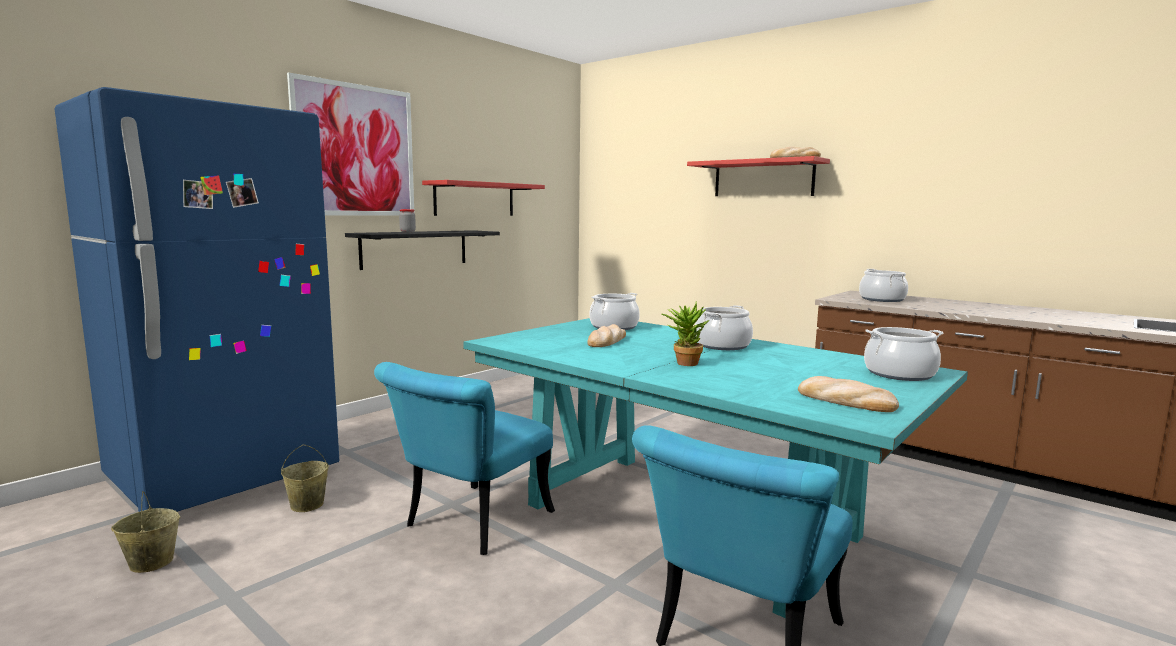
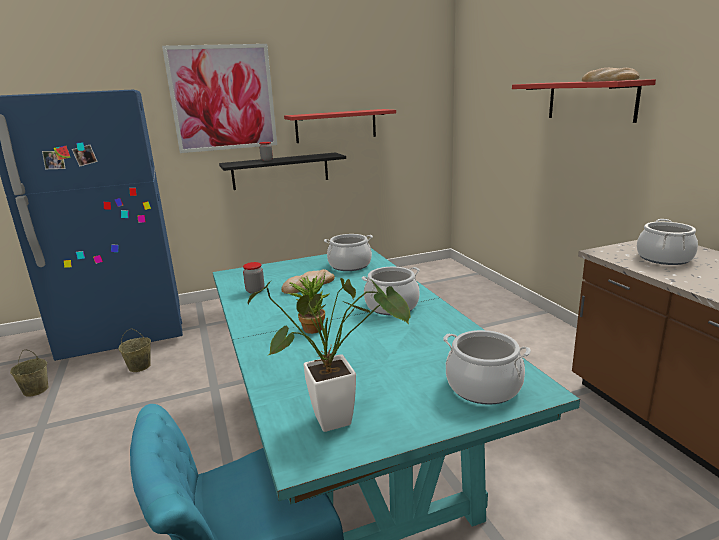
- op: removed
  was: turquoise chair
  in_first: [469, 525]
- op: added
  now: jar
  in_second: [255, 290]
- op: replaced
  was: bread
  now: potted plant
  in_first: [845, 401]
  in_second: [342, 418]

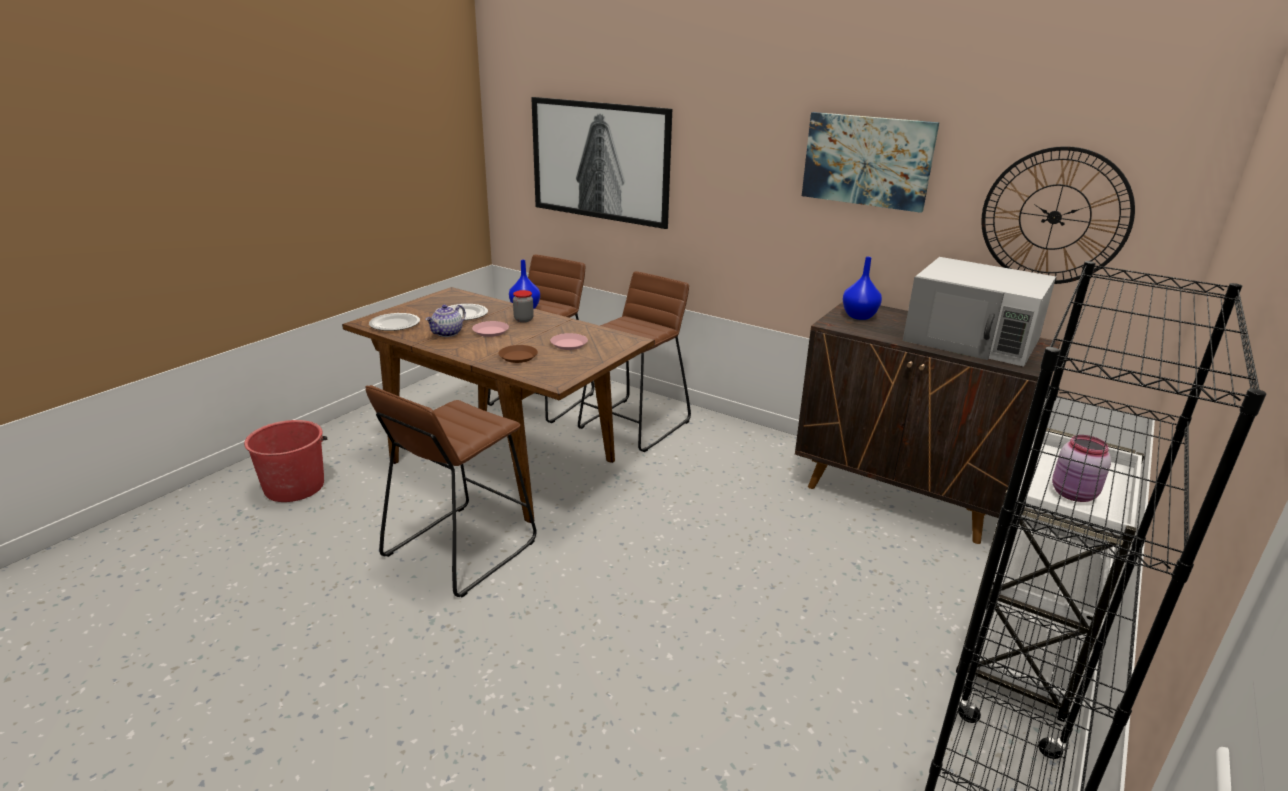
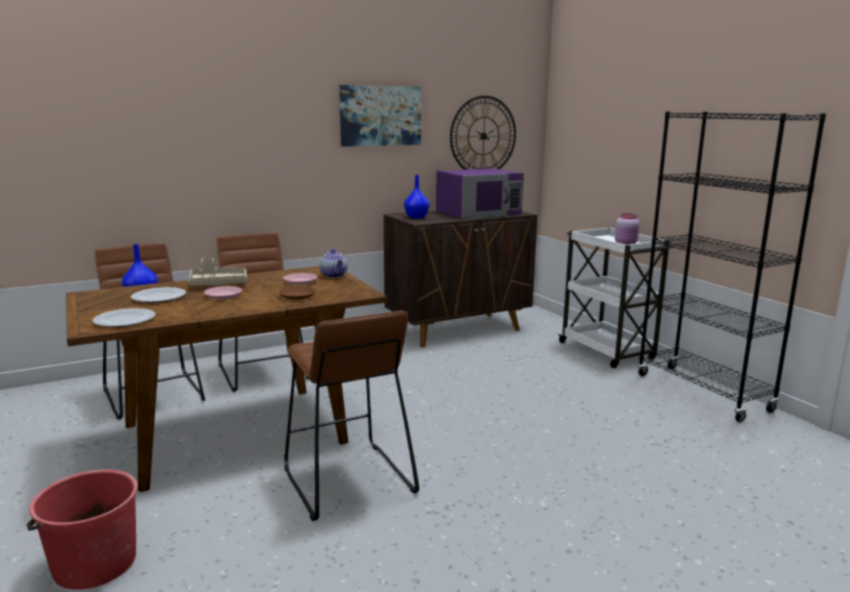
- op: removed
  was: picture
  in_first: [601, 161]
- op: moved
  was: teapot
  in_first: [448, 333]
  in_second: [334, 275]
- op: replaced
  was: jar
  now: beige tray
  in_first: [523, 320]
  in_second: [218, 284]
- op: recoloured
  was: white microwave
  now: purple microwave
  in_first: [972, 340]
  in_second: [479, 212]

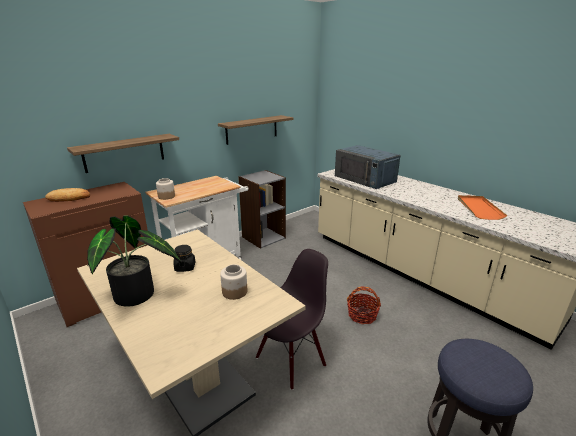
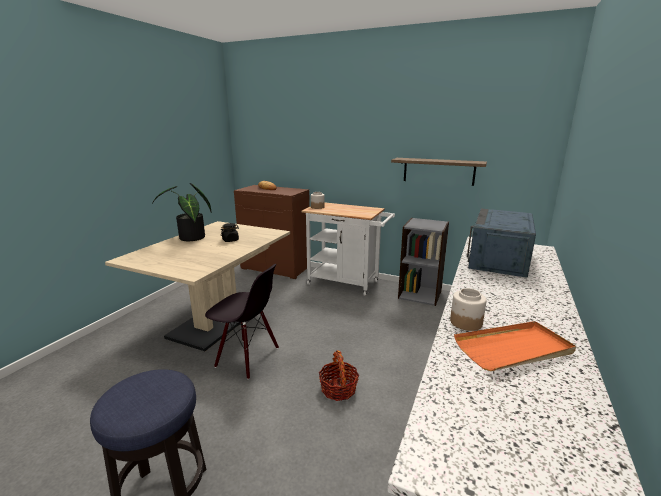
- op: removed
  was: shelf
  in_first: [124, 152]
- op: moved
  was: jar
  in_first: [234, 292]
  in_second: [465, 322]

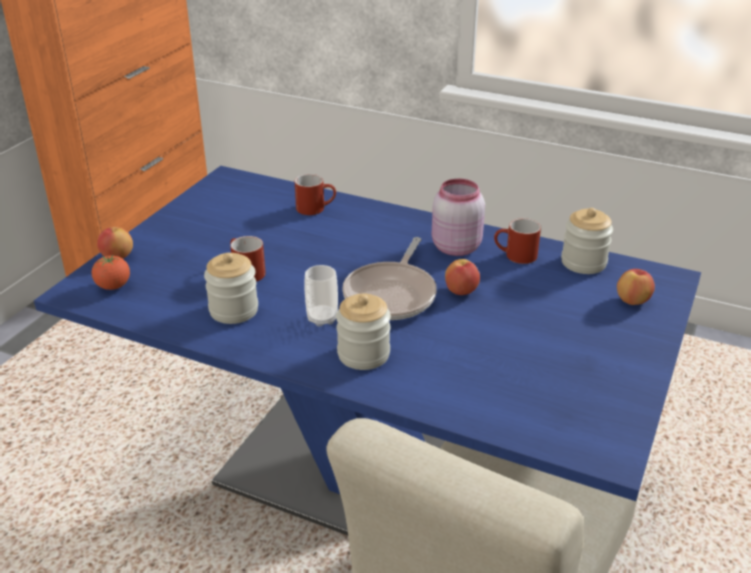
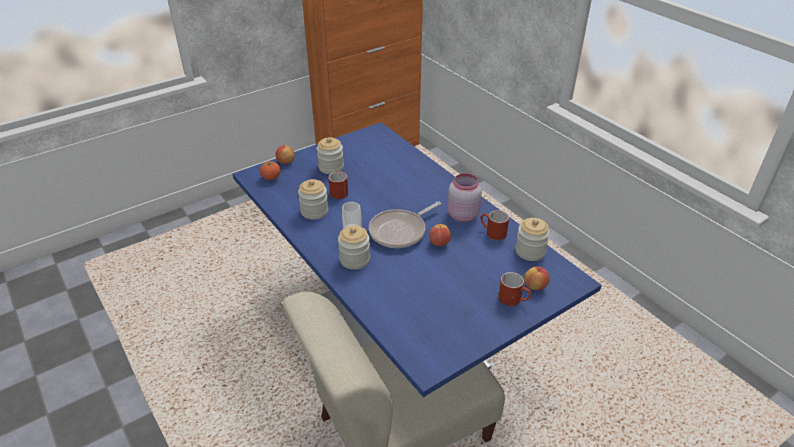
- op: added
  now: jar
  in_second: [331, 167]
- op: moved
  was: red mug
  in_first: [316, 208]
  in_second: [514, 299]

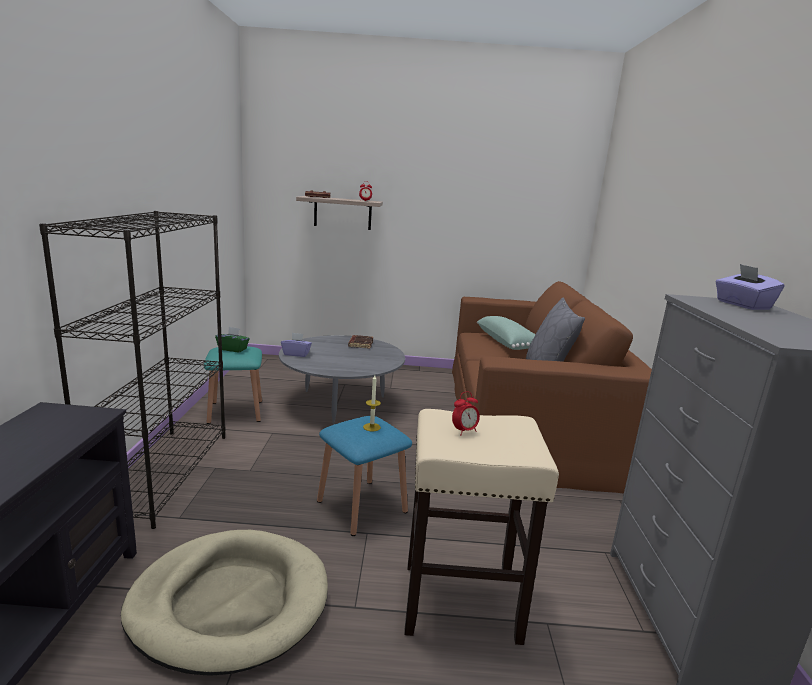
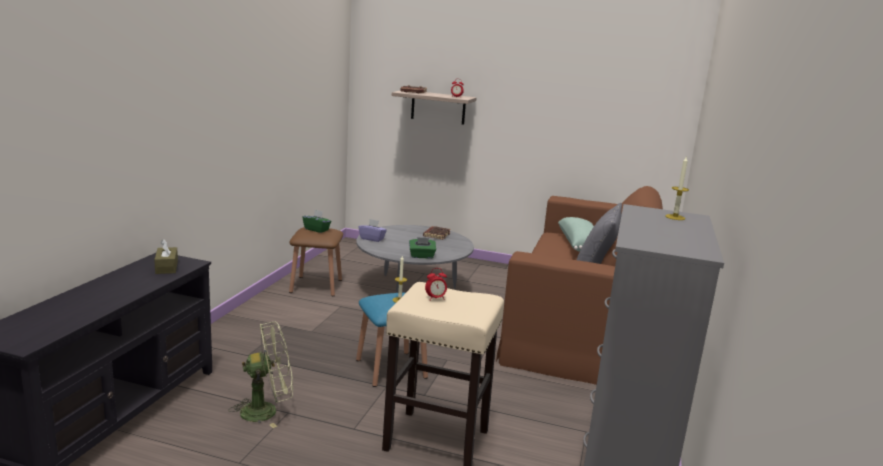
- op: removed
  was: black bookcase
  in_first: [163, 473]
- op: added
  now: brown tissue box
  in_second: [166, 267]
- op: added
  now: green tissue box
  in_second: [422, 256]
- op: replaced
  was: beige dog bed
  now: green fan
  in_first: [230, 602]
  in_second: [267, 410]
- op: replaced
  was: purple tissue box
  now: candle
  in_first: [742, 305]
  in_second: [675, 217]
- op: recoloured
  was: turquoise stool
  now: brown stool
  in_first: [235, 411]
  in_second: [316, 286]

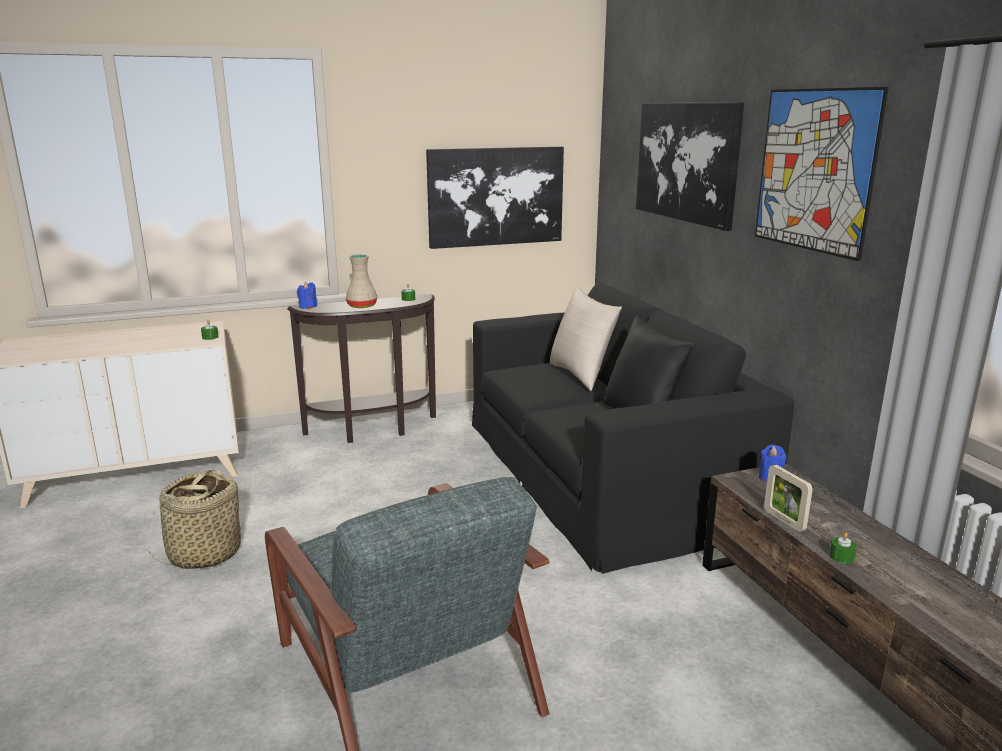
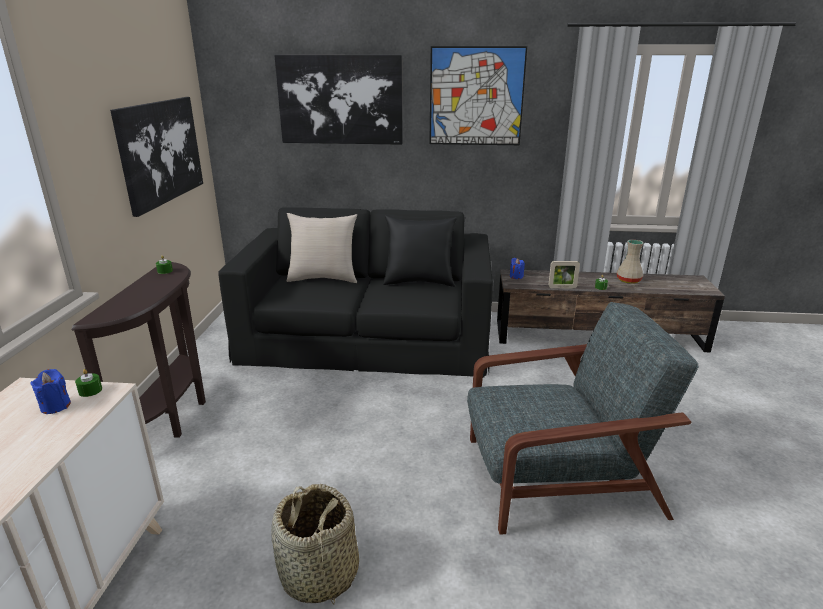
- op: moved
  was: blue candle
  in_first: [308, 306]
  in_second: [55, 406]
- op: moved
  was: beige vase
  in_first: [361, 306]
  in_second: [628, 281]

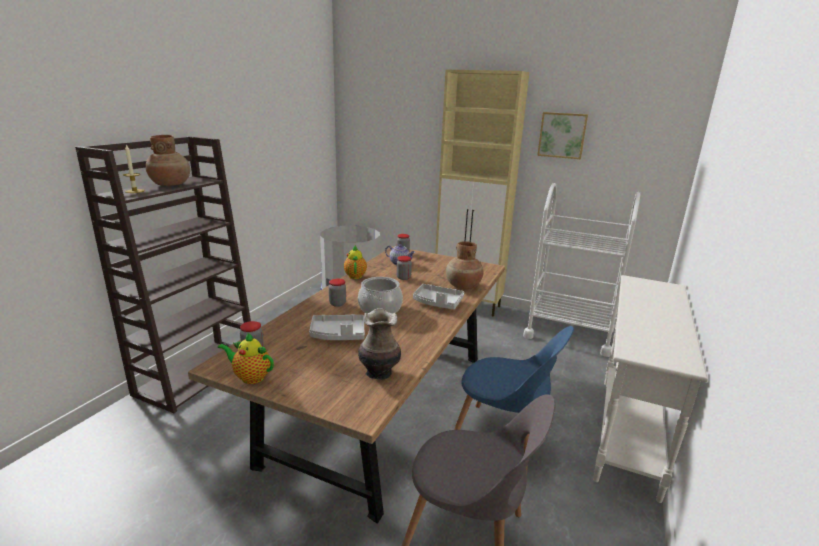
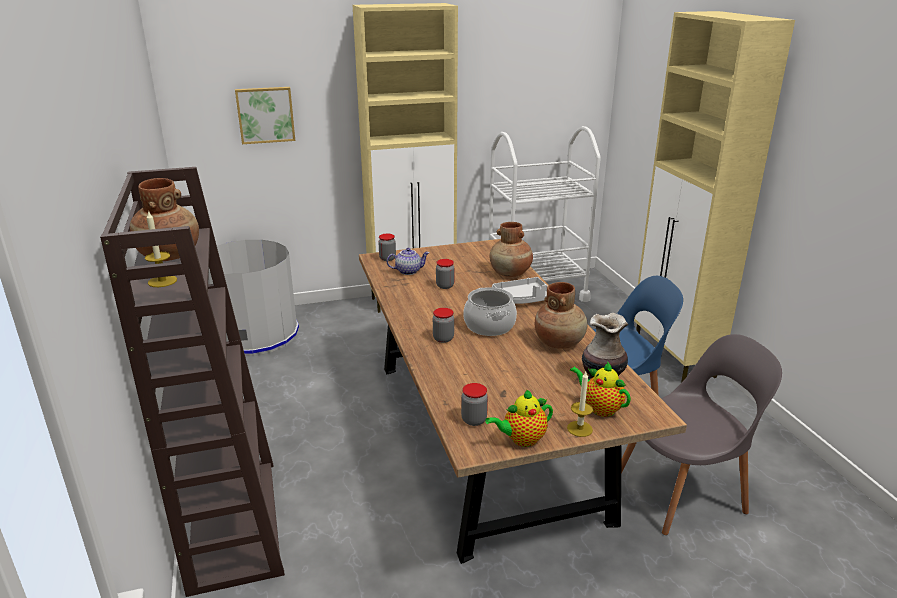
- op: removed
  was: grey tray
  in_first: [338, 335]
- op: added
  now: brown vase
  in_second: [559, 342]
- op: added
  now: candle
  in_second: [579, 429]
- op: moved
  was: teapot
  in_first: [355, 275]
  in_second: [599, 408]
- op: moved
  was: picture
  in_first: [562, 135]
  in_second: [265, 114]
- op: replaced
  was: white console table
  now: beige cabinet
  in_first: [627, 433]
  in_second: [674, 358]

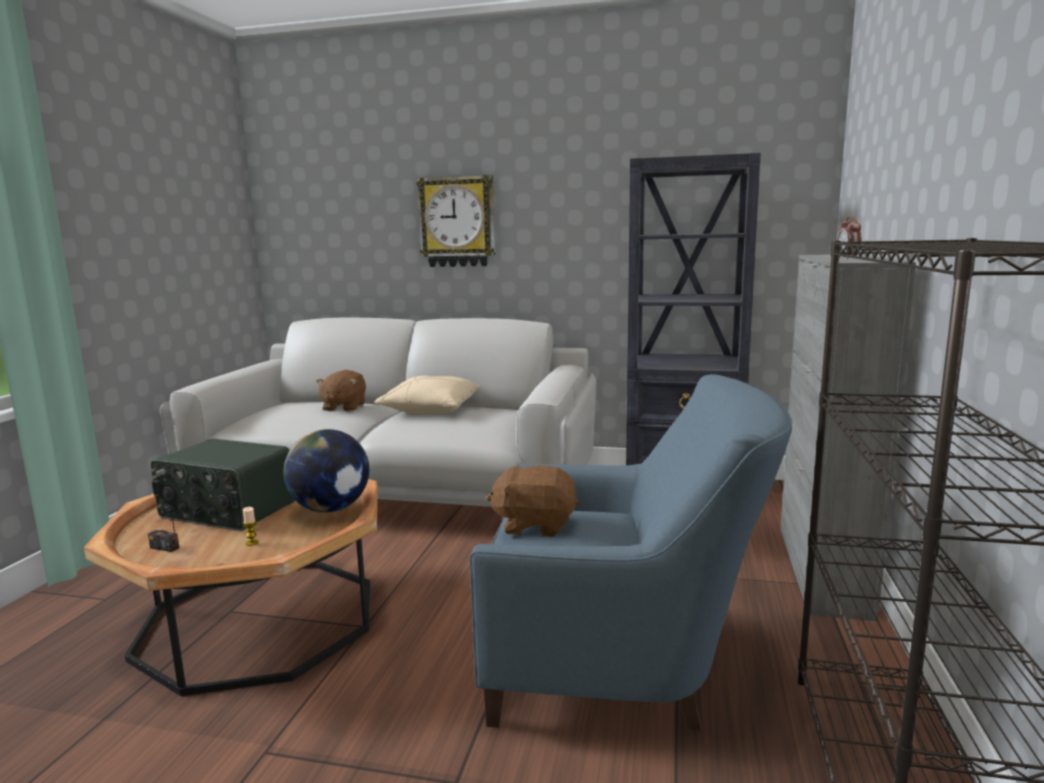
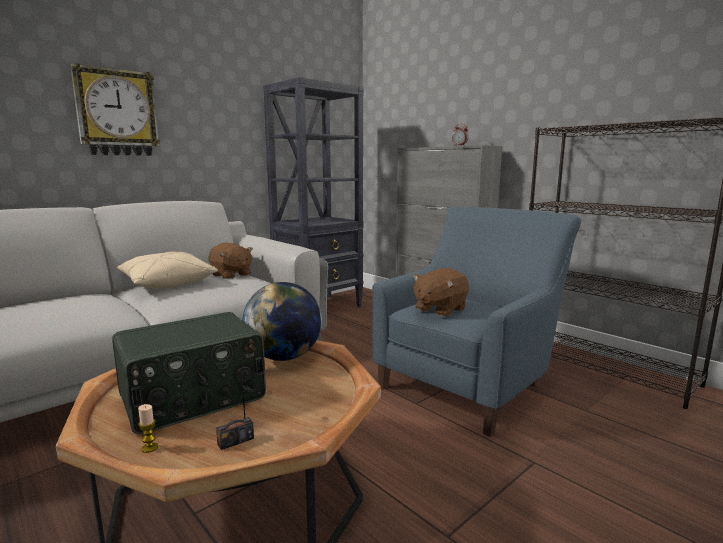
- op: moved
  was: candle
  in_first: [252, 543]
  in_second: [150, 448]
- op: moved
  was: brown plush toy
  in_first: [344, 407]
  in_second: [231, 275]

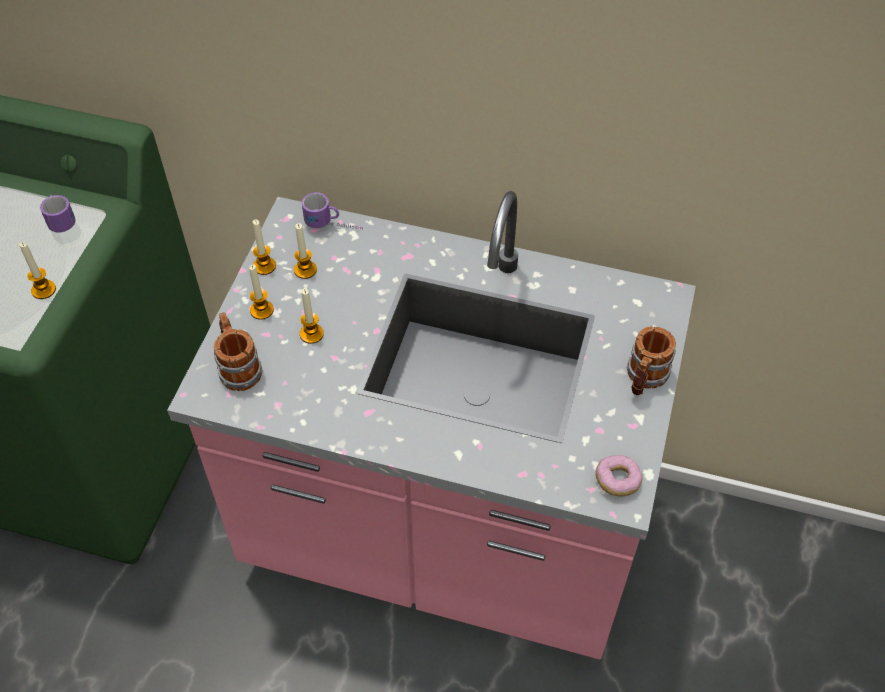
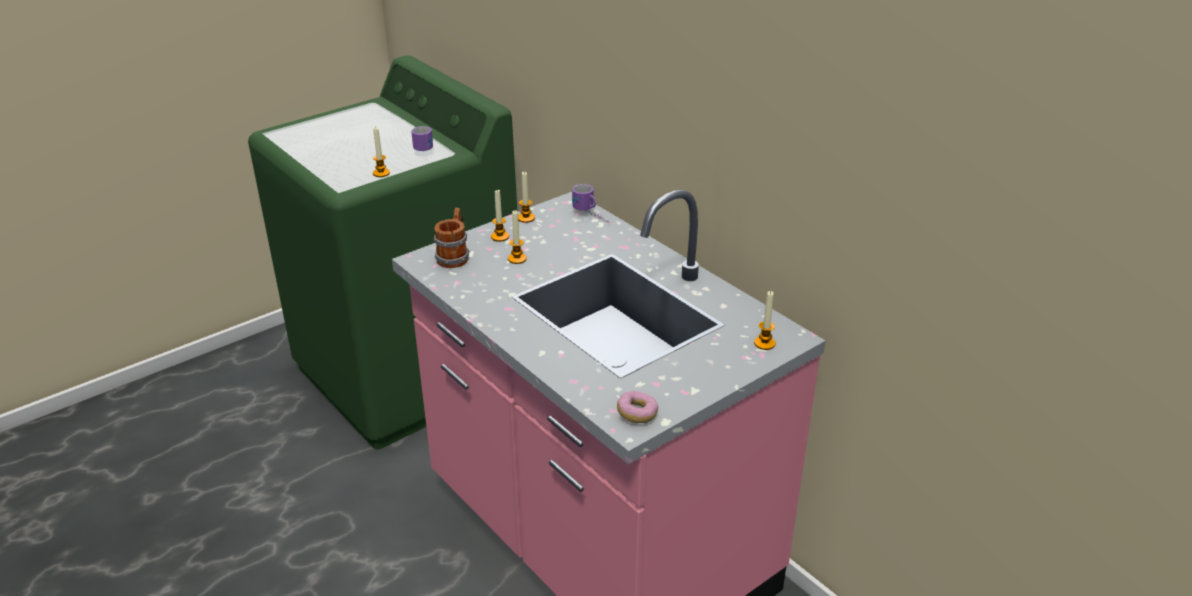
- op: removed
  was: mug
  in_first: [644, 379]
- op: moved
  was: candle
  in_first: [305, 270]
  in_second: [764, 343]

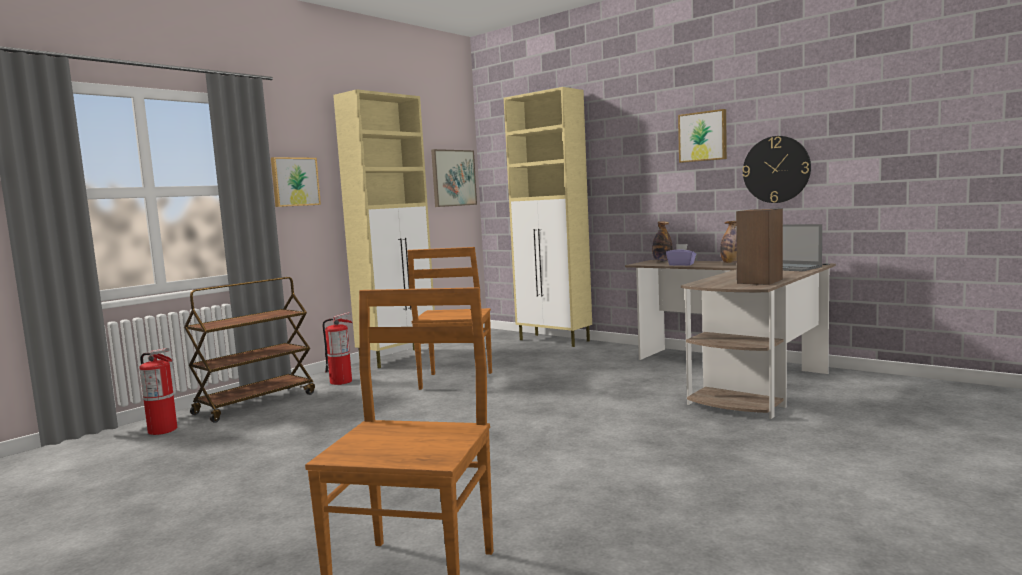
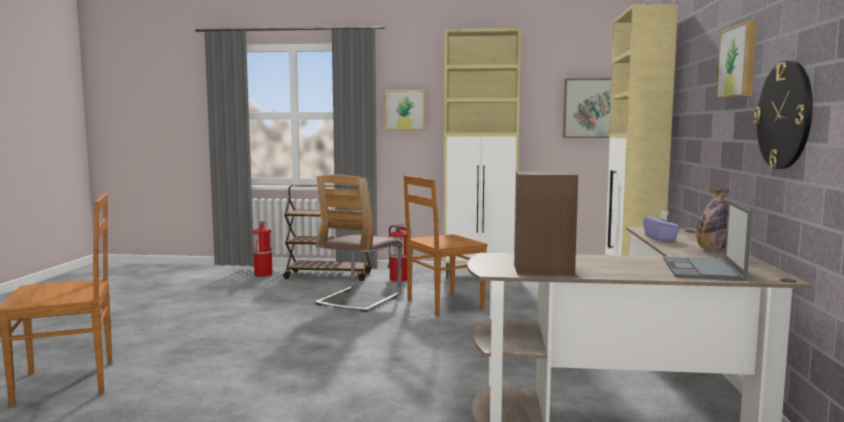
- op: removed
  was: bottle
  in_first: [662, 260]
- op: added
  now: chair
  in_second: [359, 299]

